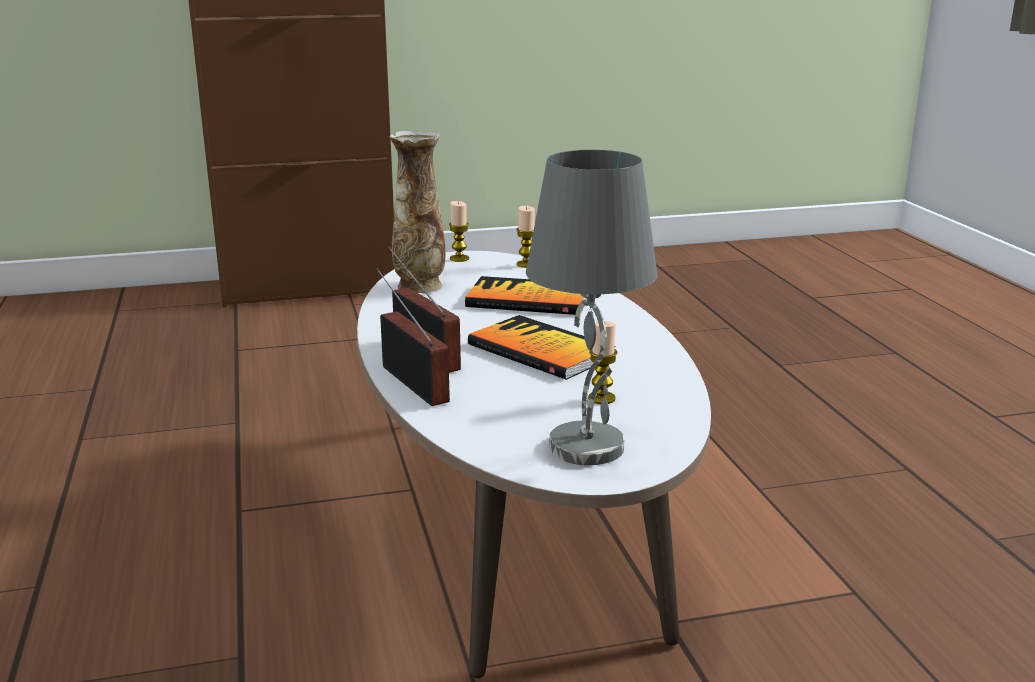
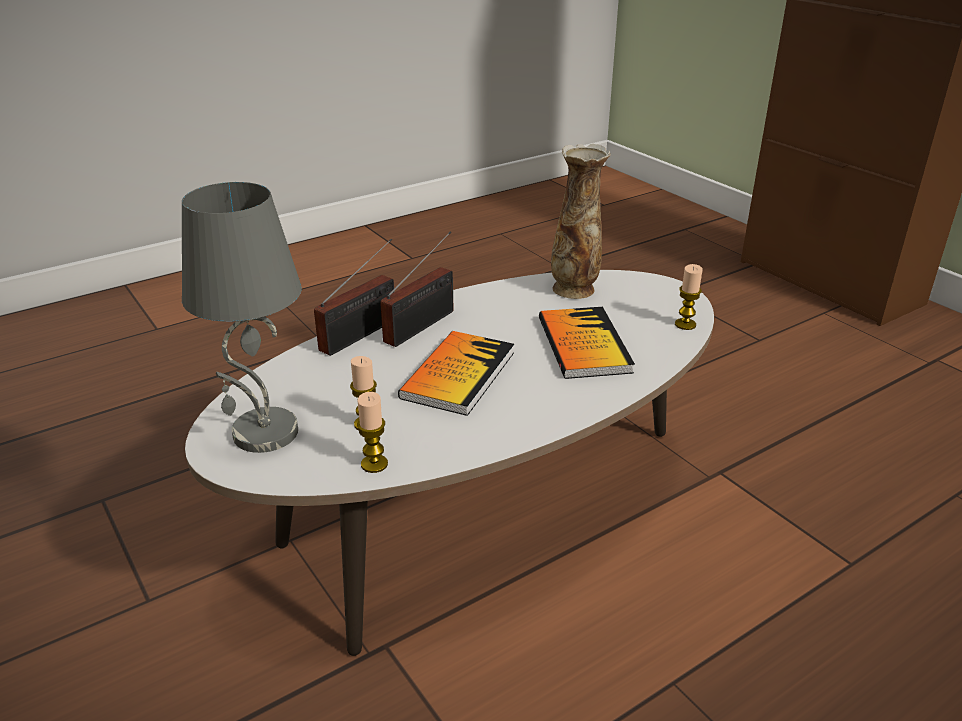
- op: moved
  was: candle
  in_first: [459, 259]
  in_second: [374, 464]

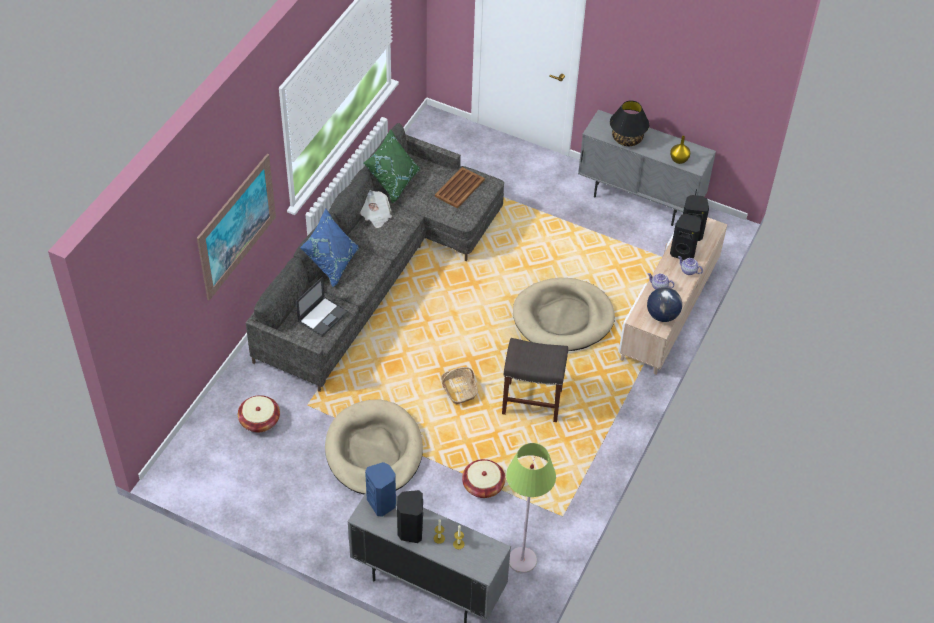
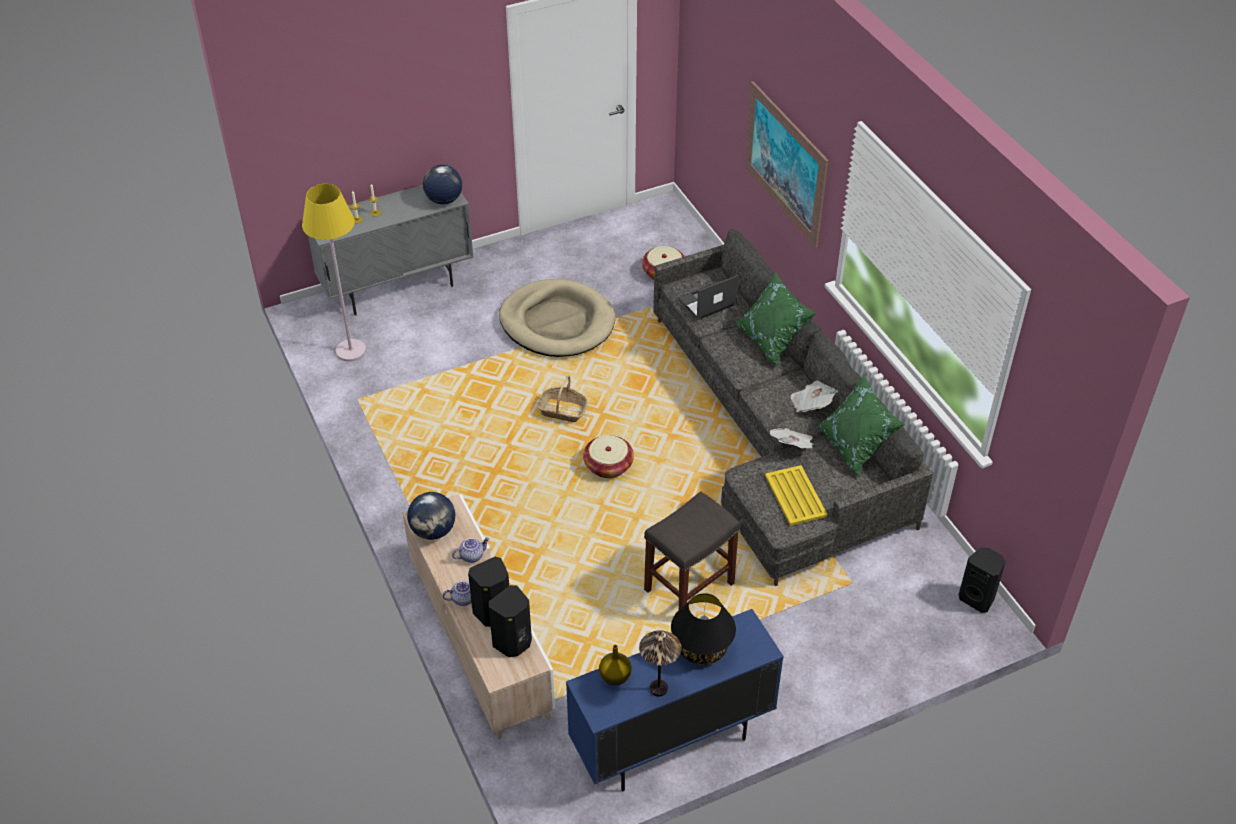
- op: removed
  was: beige dog bed
  in_first: [563, 318]
- op: added
  now: table lamp
  in_second: [659, 689]
- op: added
  now: newspaper
  in_second: [792, 446]
- op: moved
  was: black speaker
  in_first: [410, 530]
  in_second: [977, 598]
- op: moved
  was: basket
  in_first: [483, 485]
  in_second: [608, 466]
- op: moved
  was: grey stool
  in_first: [533, 401]
  in_second: [688, 588]
- op: replaced
  was: blue speaker
  now: globe
  in_first: [382, 503]
  in_second: [443, 200]
- op: recoloured
  was: blue pillow
  now: green pillow
  in_first: [331, 263]
  in_second: [772, 340]
- op: recoloured
  was: brown tray
  now: yellow tray
  in_first: [460, 188]
  in_second: [795, 496]
- op: recoloured
  was: green floor lamp
  now: yellow floor lamp
  in_first: [522, 560]
  in_second: [350, 351]
- op: recoloured
  was: grey cabinet
  now: blue cabinet
  in_first: [639, 200]
  in_second: [671, 743]
- op: turned
  was: laptop
  in_first: [323, 316]
  in_second: [706, 302]
  clockwise: 75

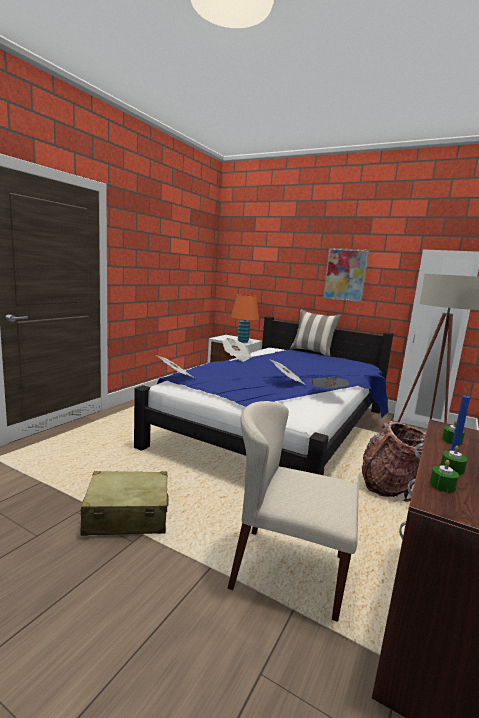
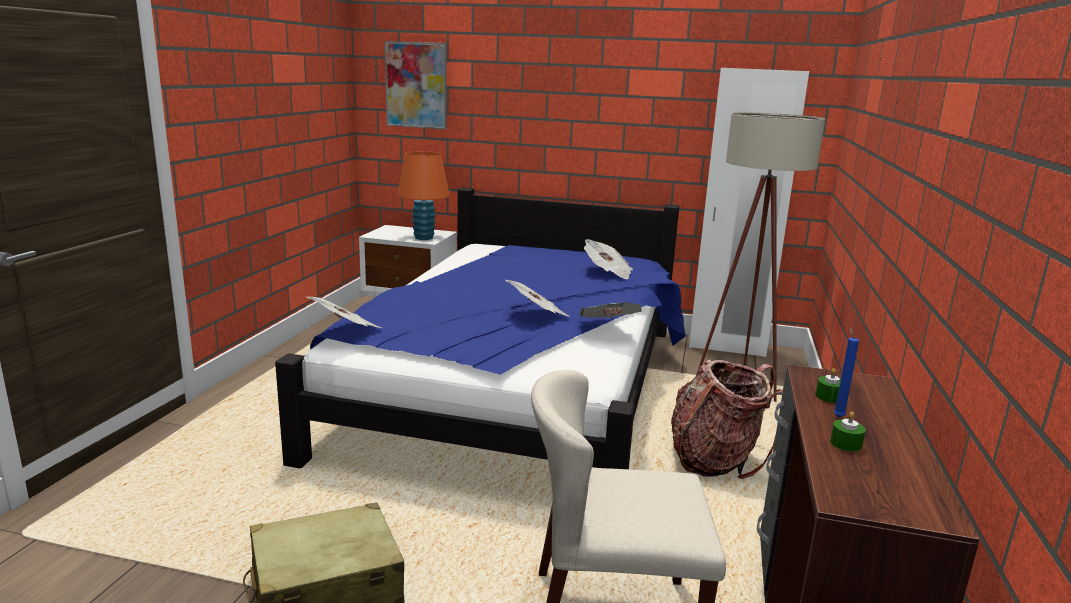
- op: removed
  was: pillow
  in_first: [312, 352]
- op: removed
  was: green candle
  in_first: [442, 485]
- op: moved
  was: newspaper
  in_first: [236, 358]
  in_second: [608, 273]
- op: moved
  was: picture
  in_first: [345, 274]
  in_second: [416, 85]

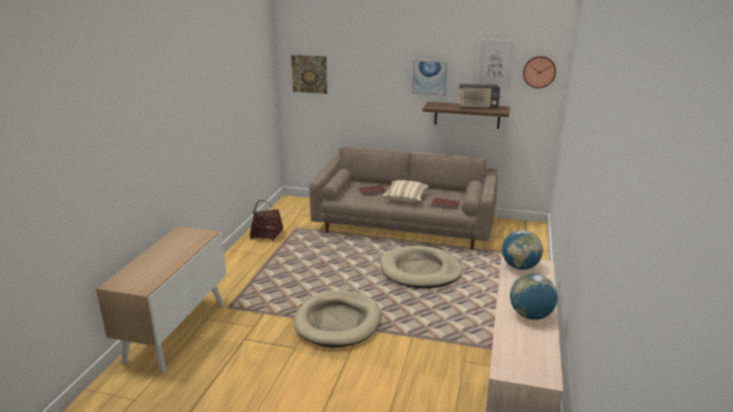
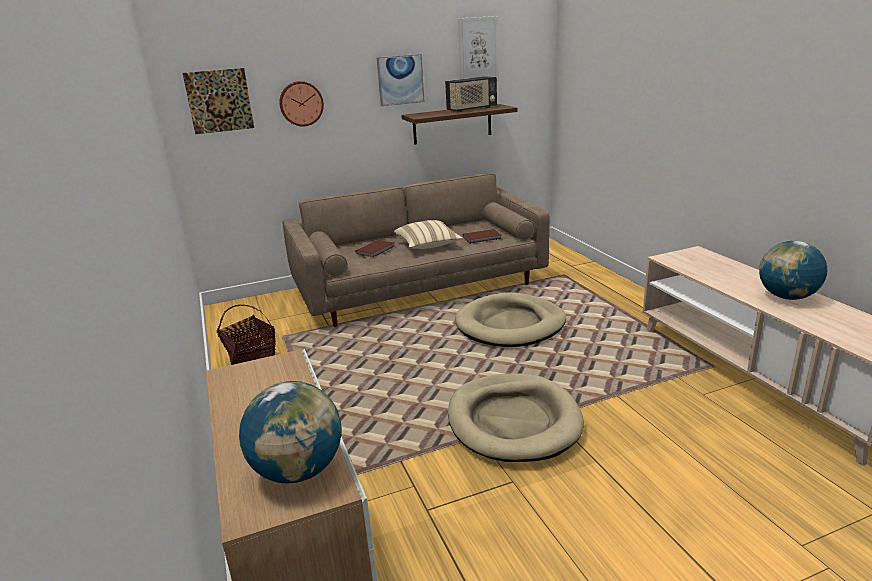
- op: moved
  was: globe
  in_first: [520, 267]
  in_second: [298, 470]
- op: moved
  was: wall clock
  in_first: [539, 71]
  in_second: [301, 103]

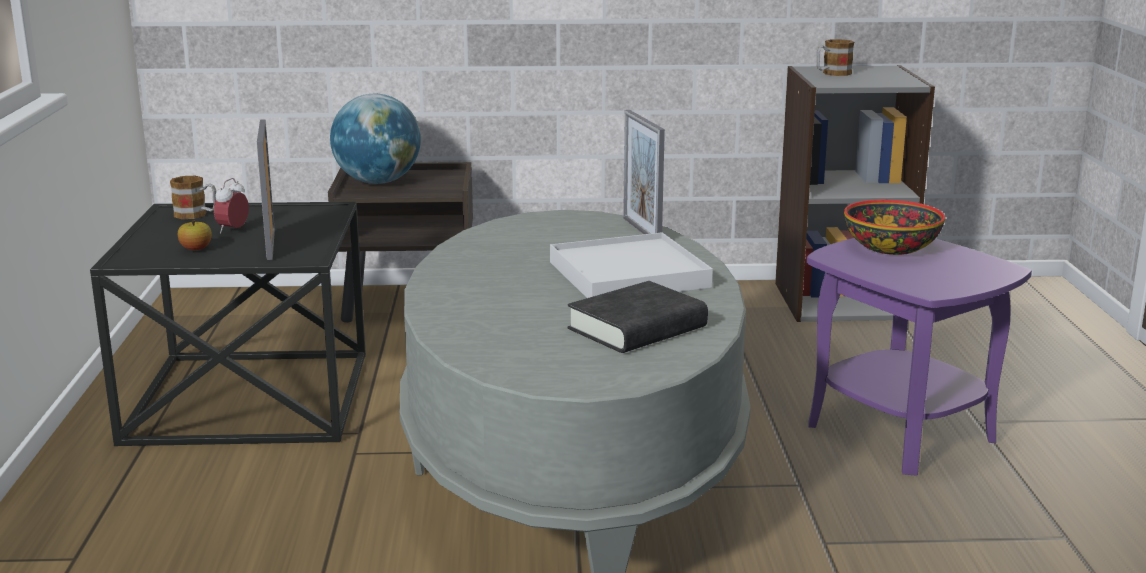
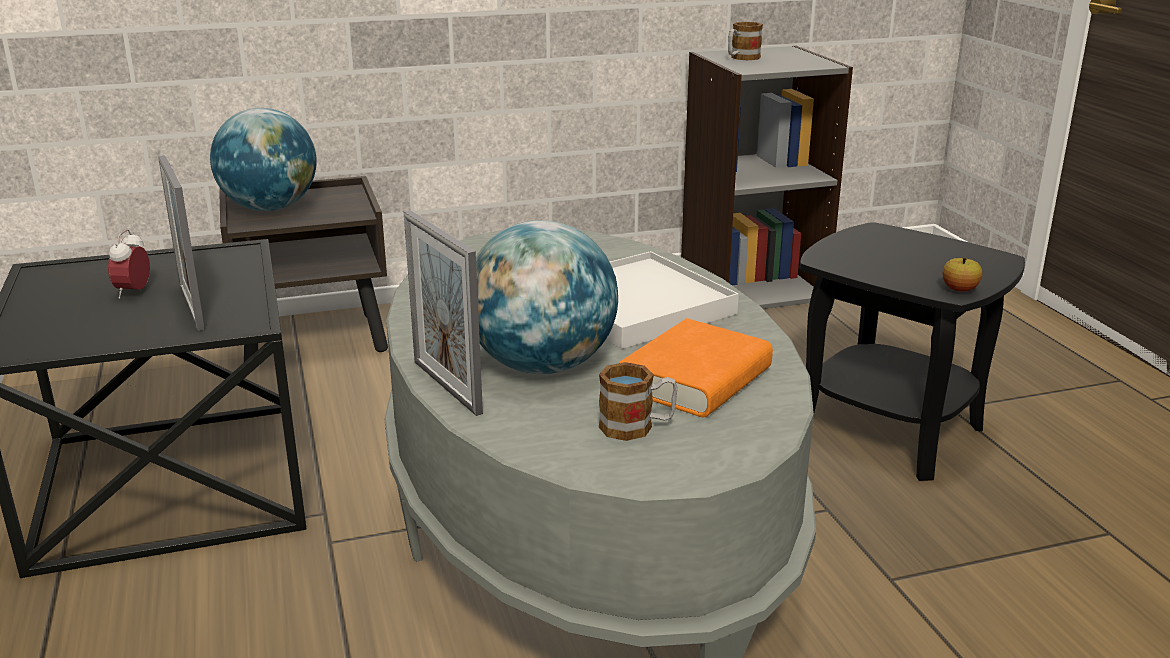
- op: removed
  was: bowl
  in_first: [890, 247]
- op: added
  now: globe
  in_second: [542, 366]
- op: moved
  was: mug
  in_first: [196, 215]
  in_second: [637, 427]
- op: moved
  was: apple
  in_first: [196, 249]
  in_second: [959, 289]
- op: moved
  was: picture frame
  in_first: [641, 231]
  in_second: [447, 387]
- op: recoloured
  was: black book
  now: orange book
  in_first: [637, 328]
  in_second: [696, 379]
- op: recoloured
  was: purple side table
  now: black side table
  in_first: [901, 432]
  in_second: [890, 430]

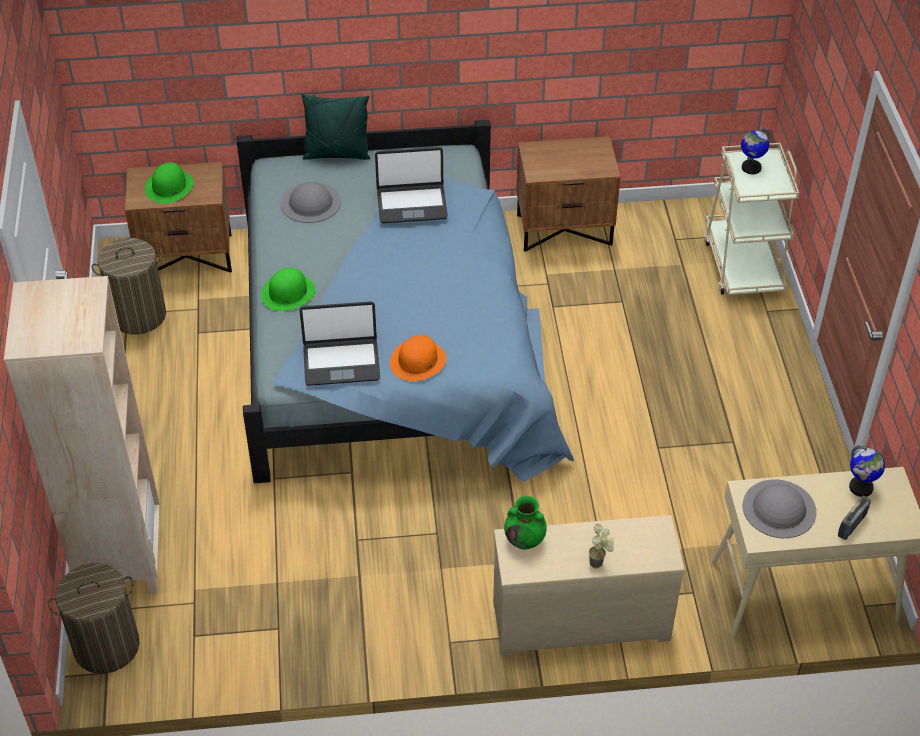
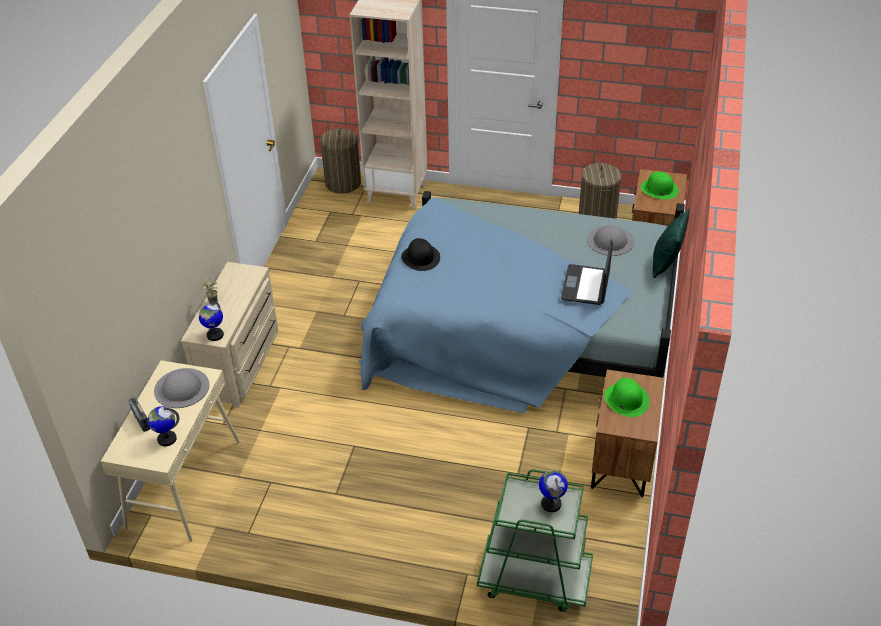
- op: removed
  was: laptop
  in_first: [341, 362]
- op: removed
  was: green vase
  in_first: [525, 540]
- op: added
  now: globe
  in_second: [215, 335]
- op: moved
  was: green hat
  in_first: [288, 293]
  in_second: [626, 399]
- op: recoloured
  was: orange hat
  now: black hat
  in_first: [418, 360]
  in_second: [420, 258]
- op: recoloured
  was: beige cart
  now: green cart
  in_first: [742, 264]
  in_second: [534, 579]

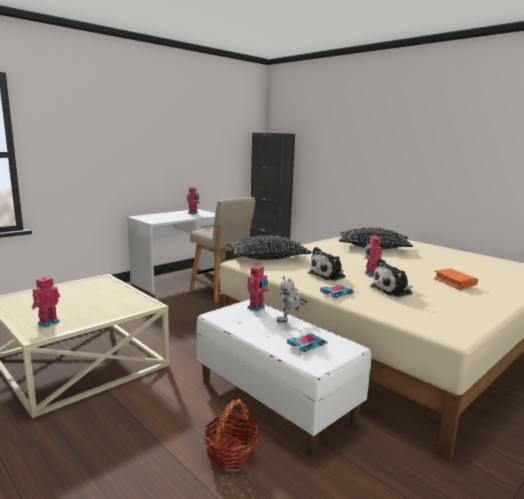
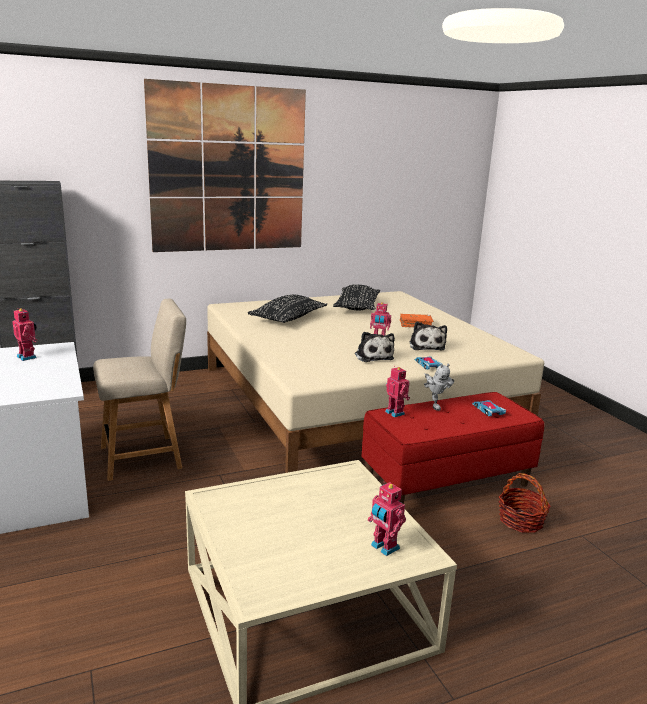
- op: added
  now: picture
  in_second: [229, 170]
- op: moved
  was: black pillow
  in_first: [267, 258]
  in_second: [357, 307]
- op: recoloured
  was: white bench
  now: red bench
  in_first: [275, 400]
  in_second: [446, 482]

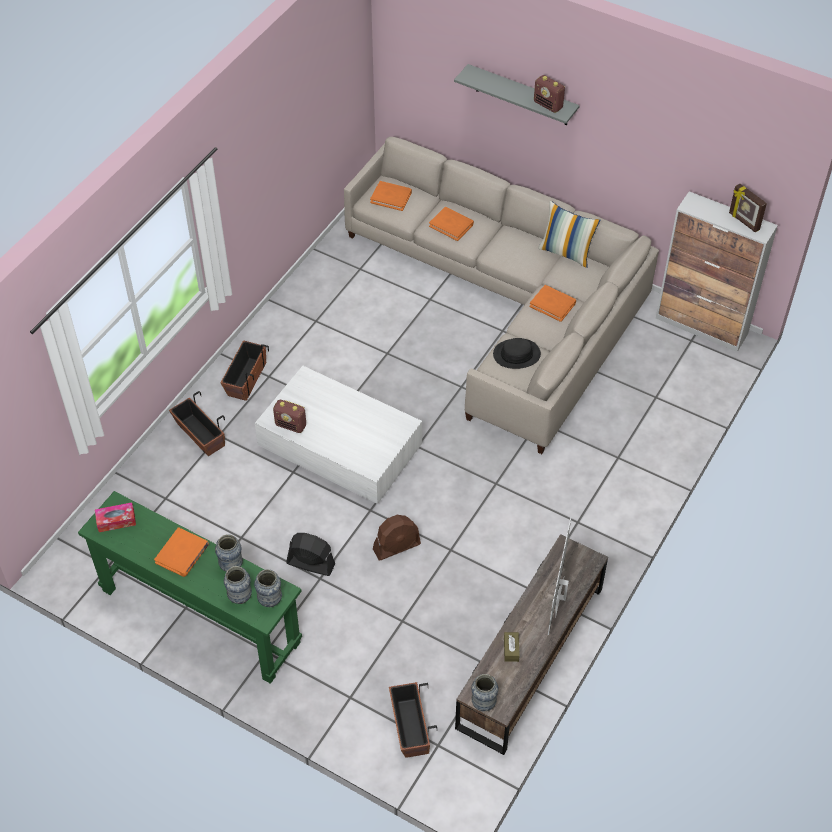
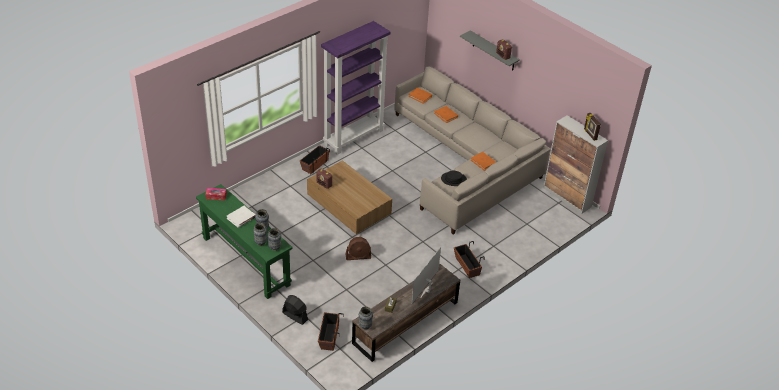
- op: removed
  was: pillow
  in_first: [566, 252]
- op: added
  now: purple bookcase
  in_second: [354, 137]
- op: moved
  was: planter
  in_first: [200, 435]
  in_second: [467, 266]
- op: moved
  was: black fan
  in_first: [310, 563]
  in_second: [295, 316]
- op: recoloured
  was: orange book
  now: white book
  in_first: [182, 554]
  in_second: [241, 218]
- op: recoloured
  was: white coffee table
  now: brown coffee table
  in_first: [340, 449]
  in_second: [349, 206]

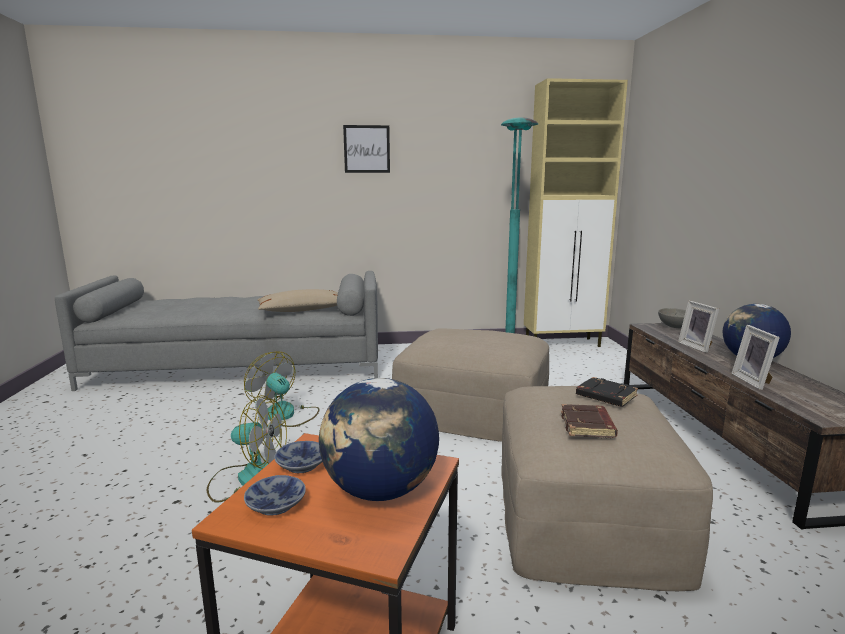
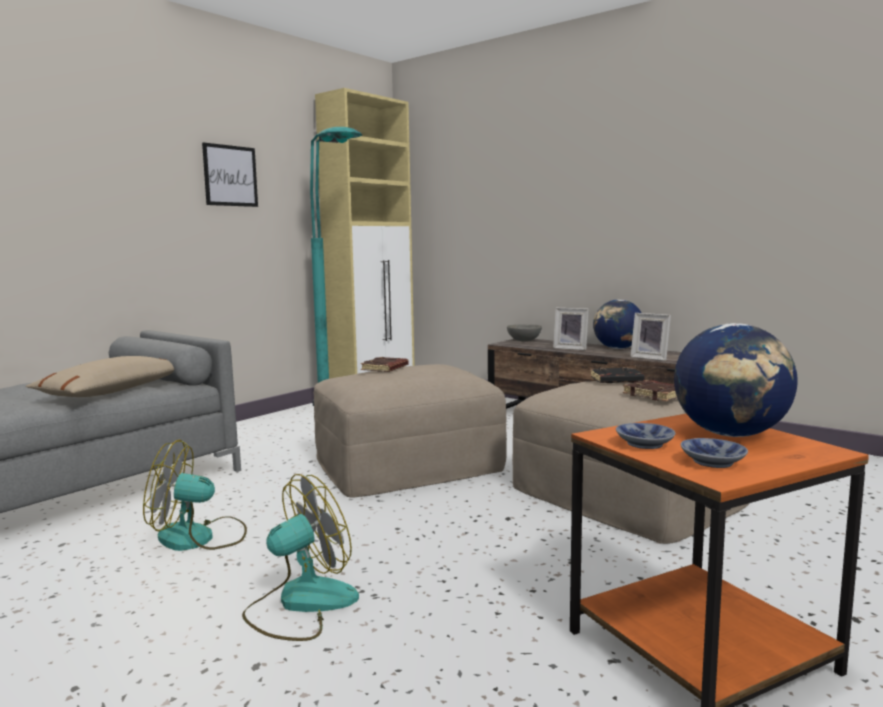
- op: added
  now: brown book
  in_second: [385, 368]
- op: moved
  was: picture
  in_first: [367, 149]
  in_second: [230, 176]

